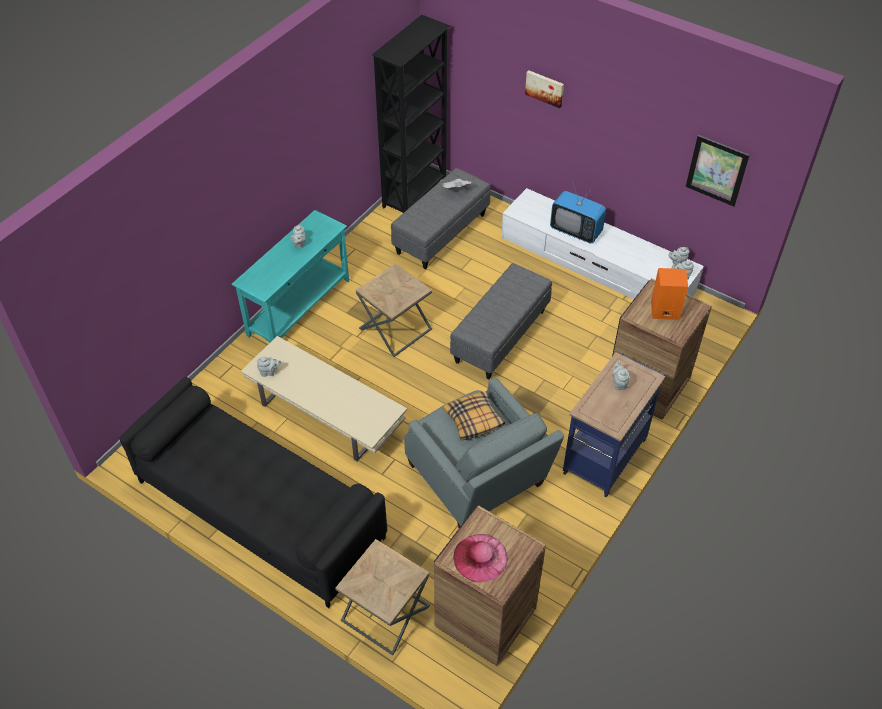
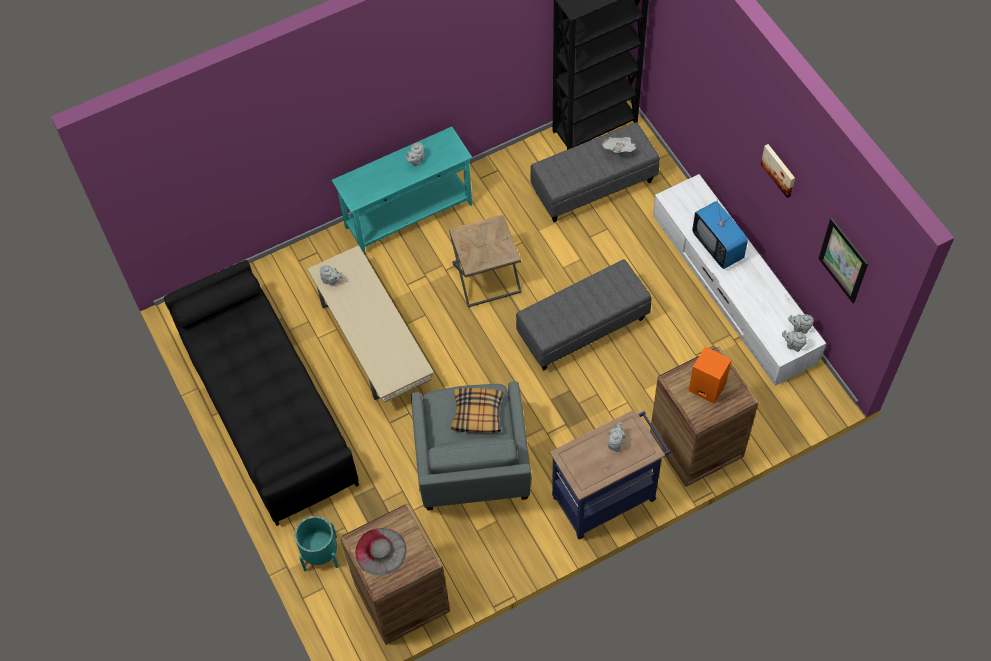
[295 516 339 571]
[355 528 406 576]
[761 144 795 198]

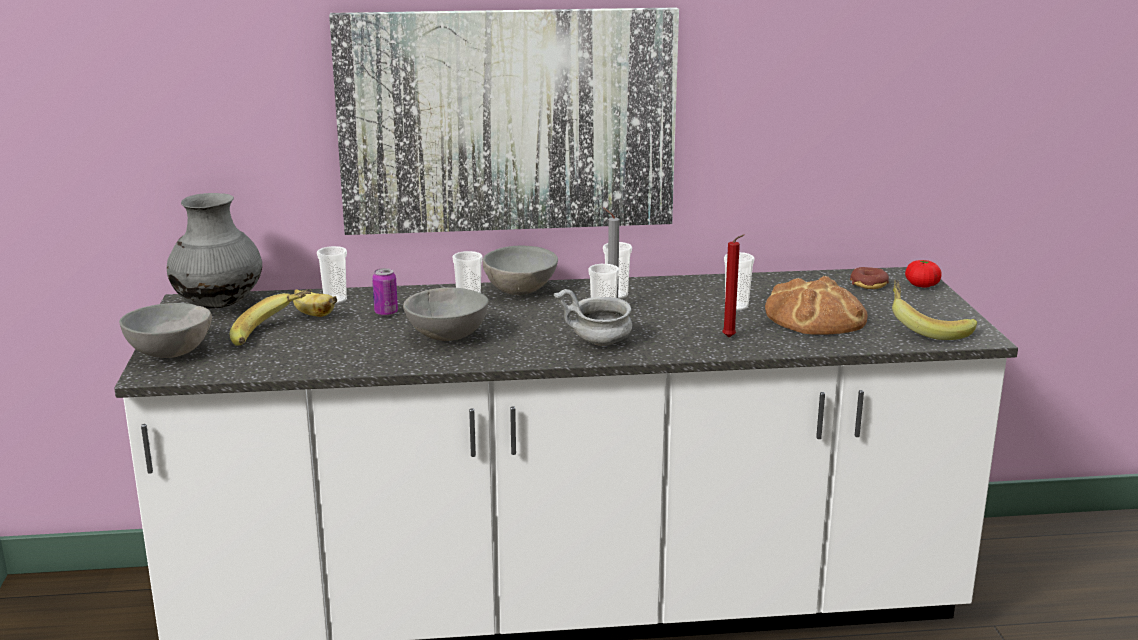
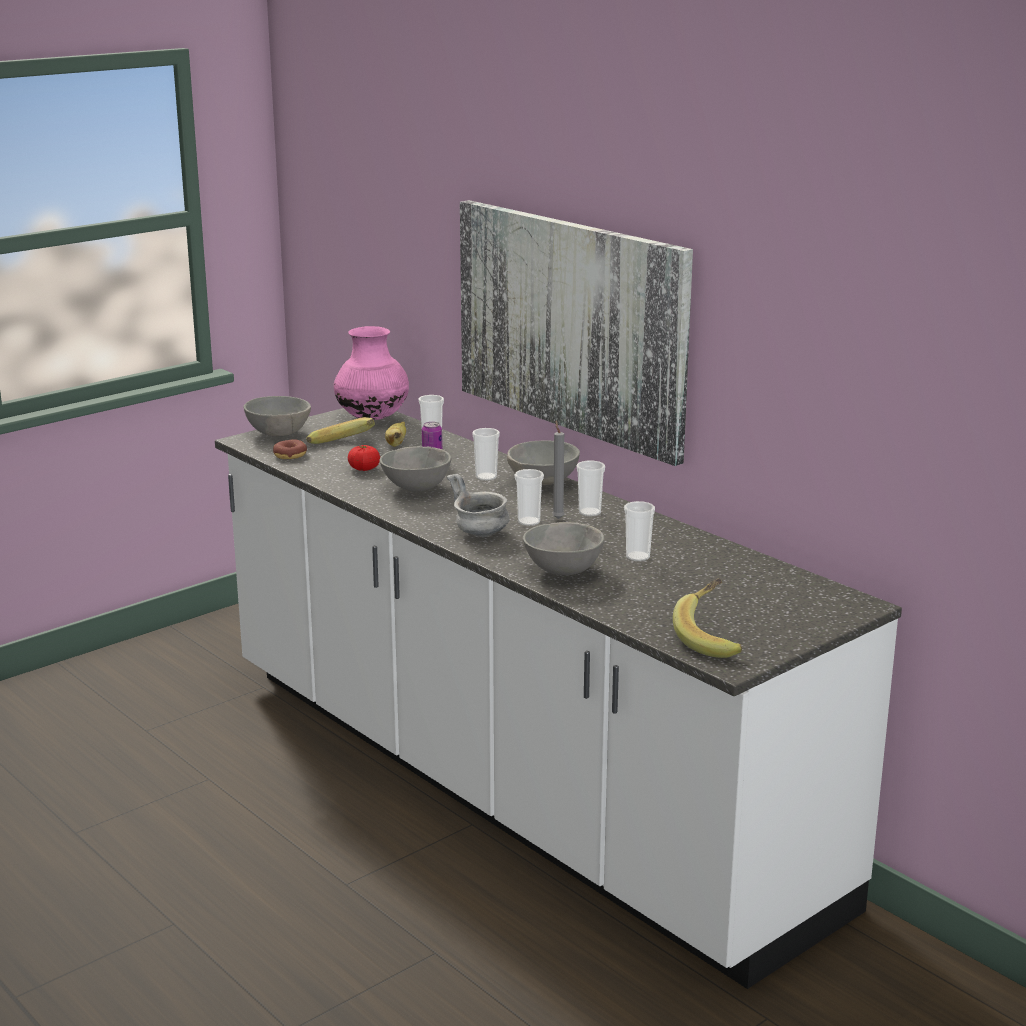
[273 439 307 459]
[334 326 409 420]
[348 445 380 471]
[523 522 605 576]
[765 276 868 335] (first image)

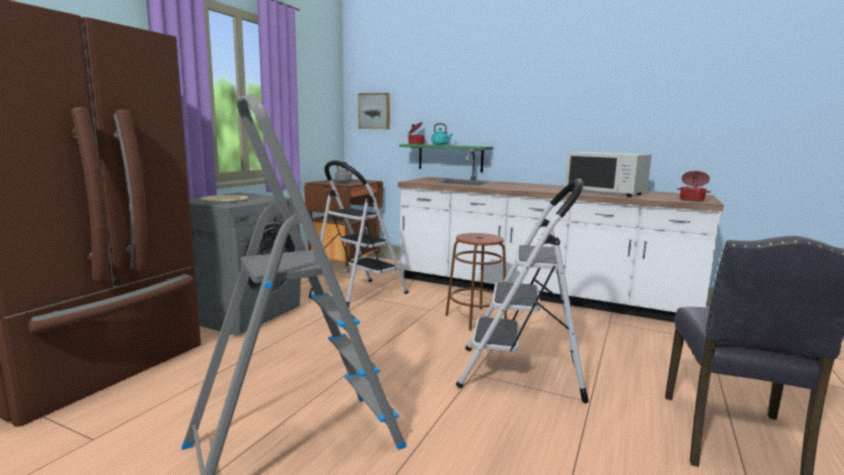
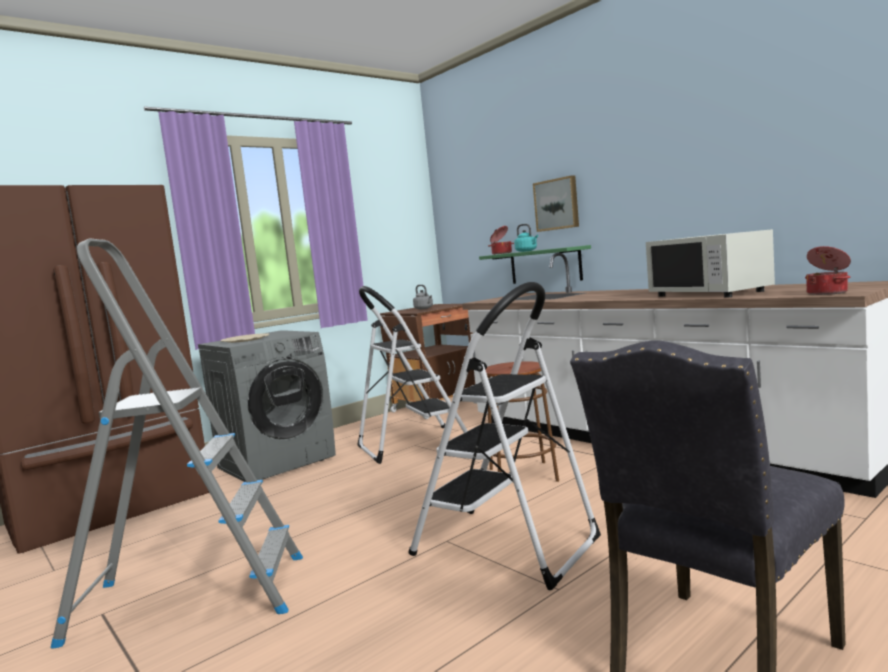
[533 175 579 232]

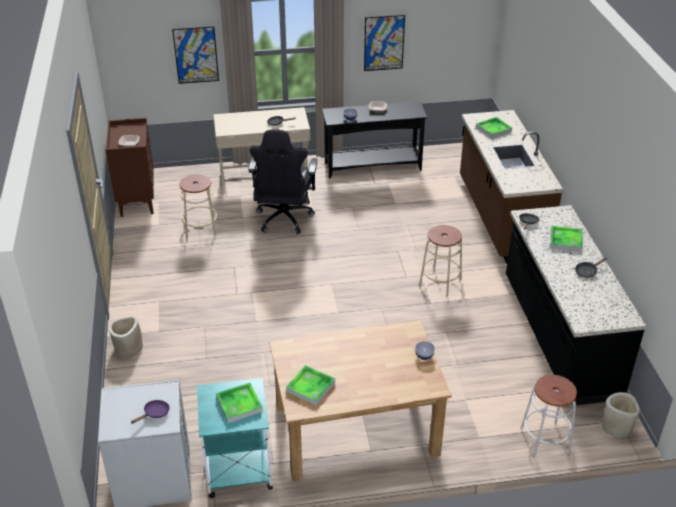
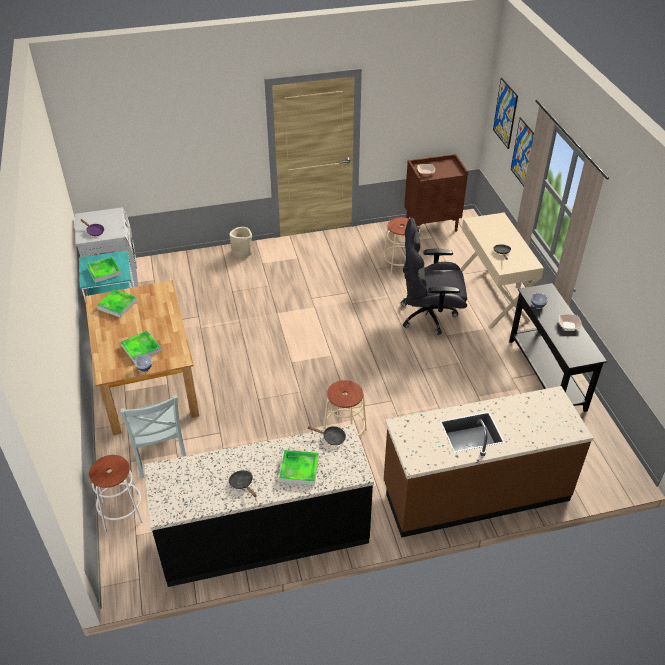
[120 395 186 478]
[121 331 161 363]
[493 78 518 149]
[602 392 640 438] (first image)

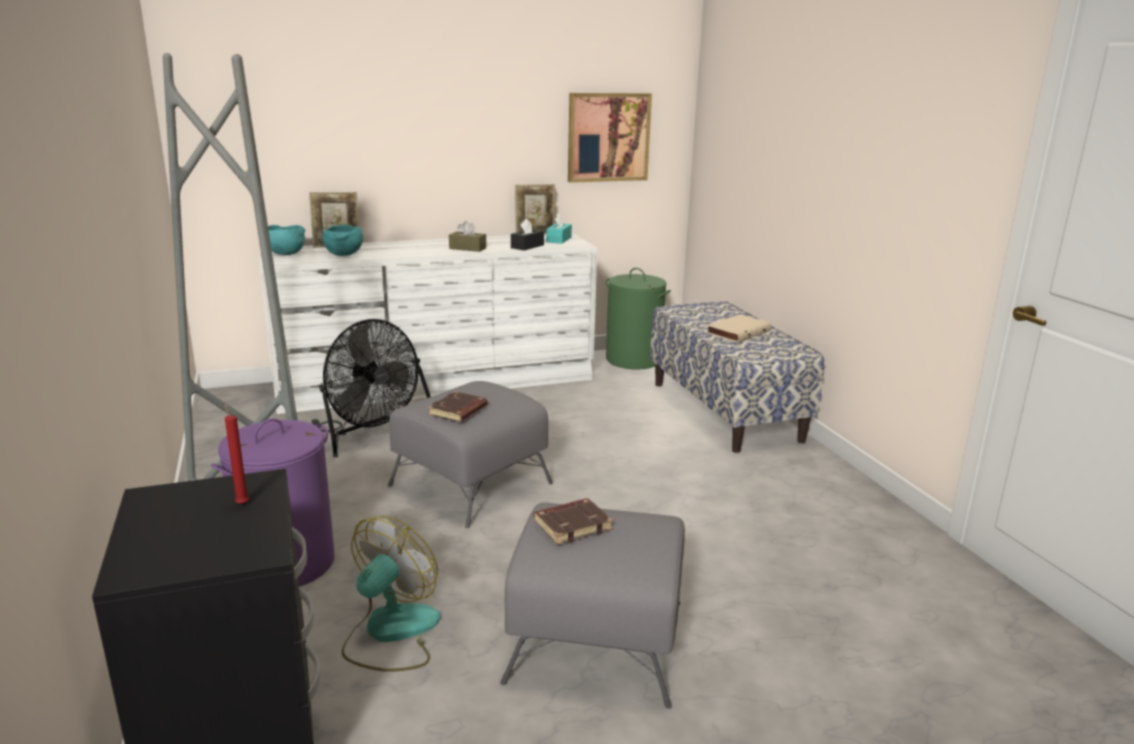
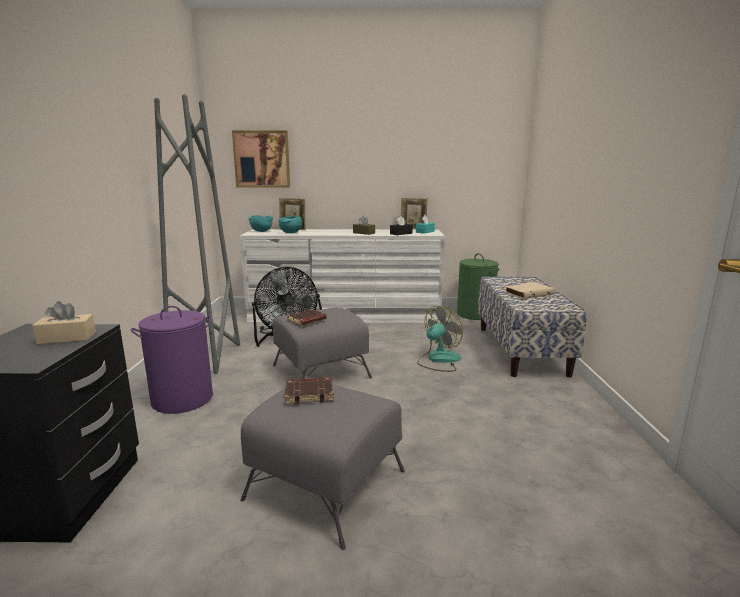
[32 301 96 344]
[232 131 290 188]
[417 306 463 372]

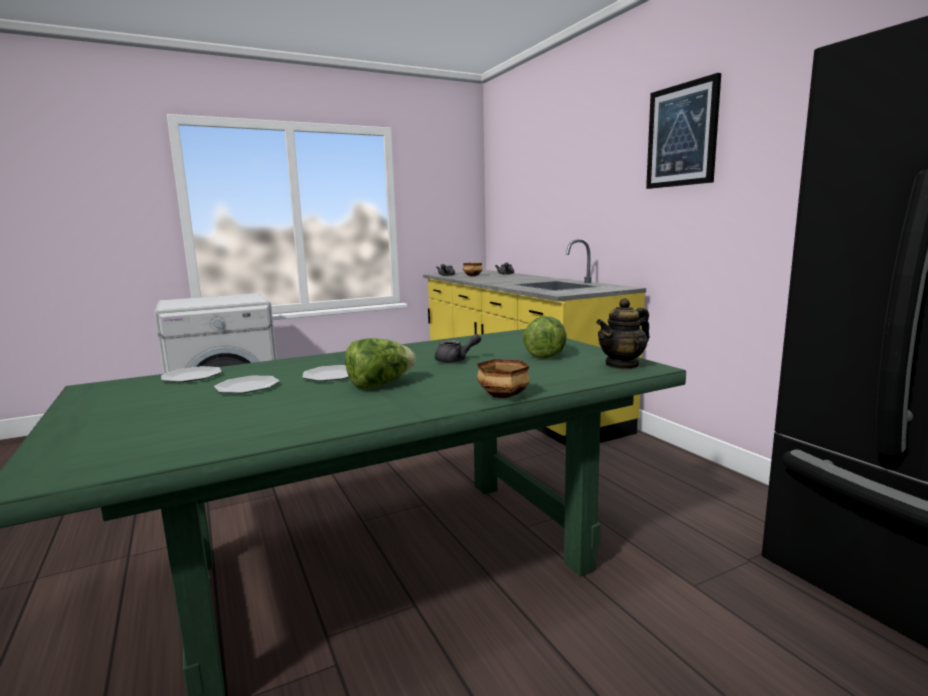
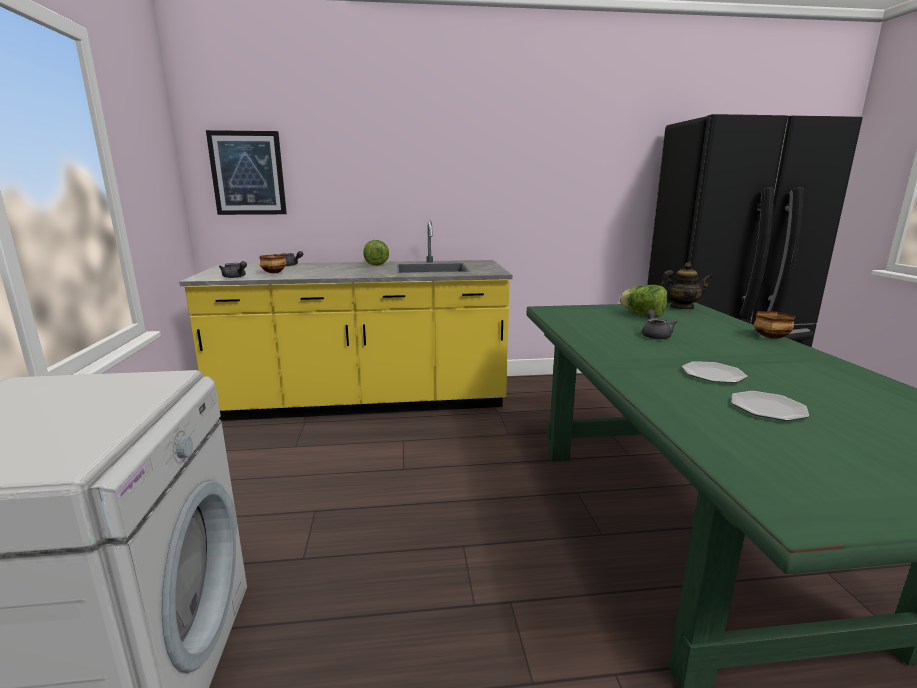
[206 130 287 215]
[363 240 389 266]
[661 262 712 309]
[161 366 222 382] (first image)

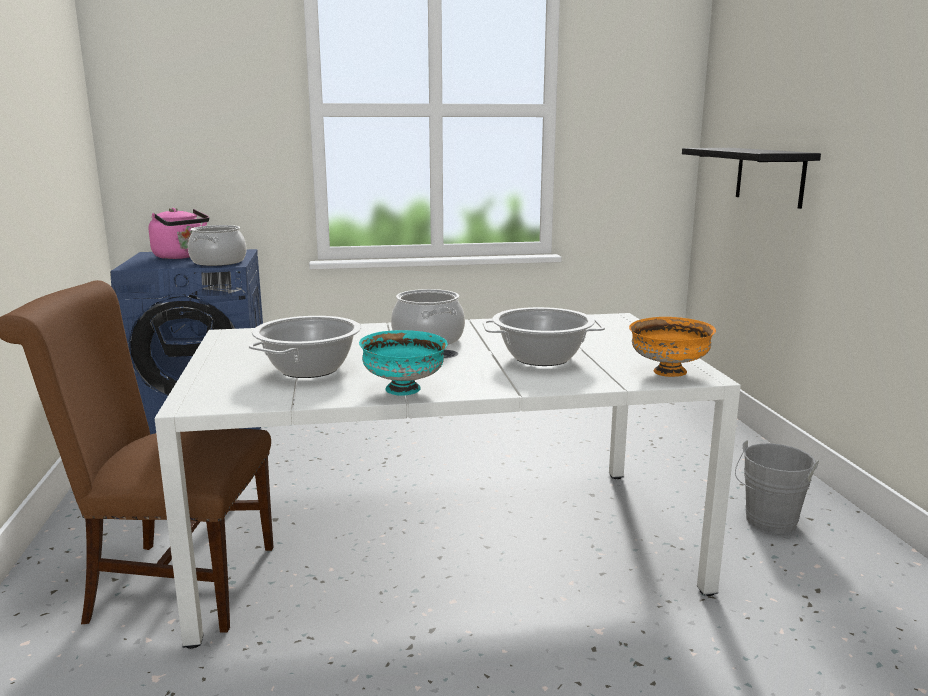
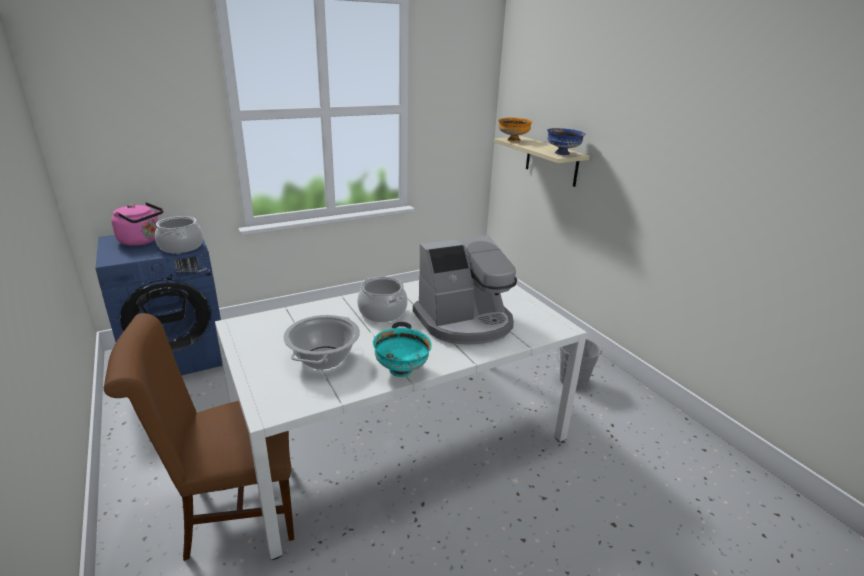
[413 235 517 345]
[494 136 590 187]
[498 118 533 142]
[547 128 585 155]

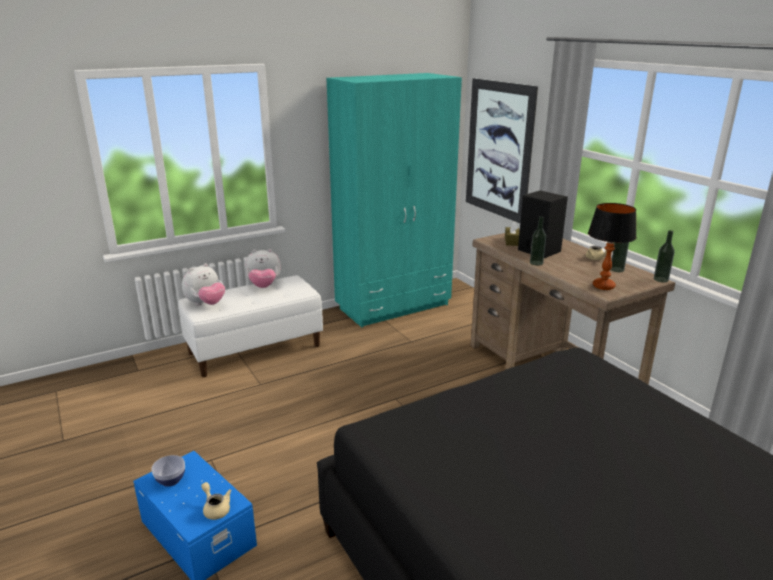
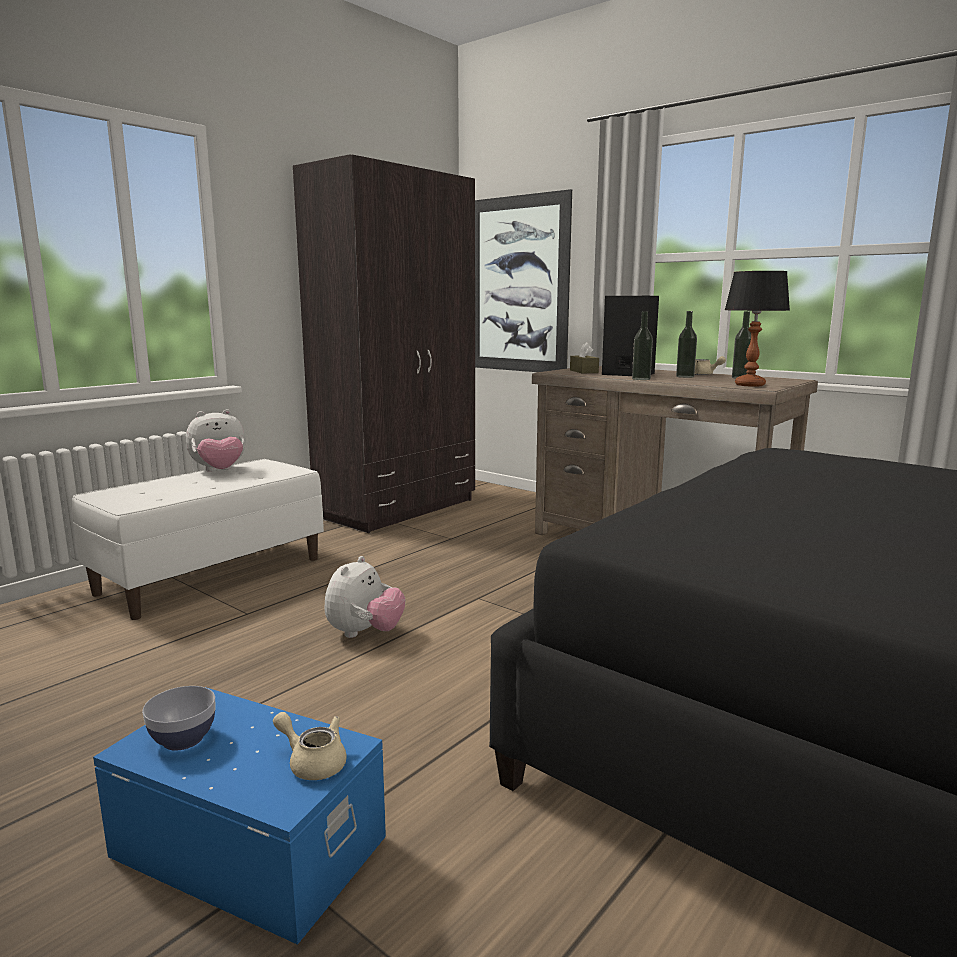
[293 154 475 533]
[324 556 405 638]
[676 311 697 378]

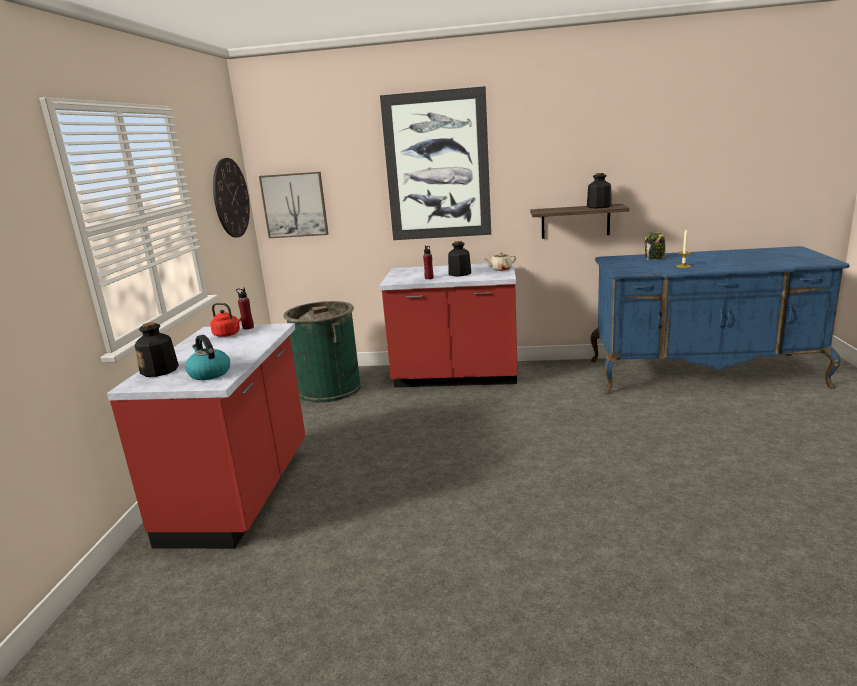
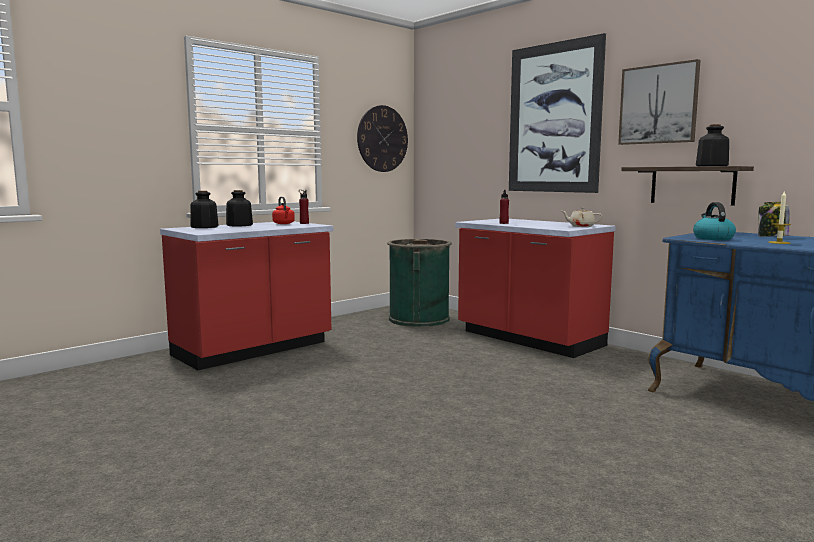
[226 190 253 226]
[618 59 701 145]
[693 202 736 240]

